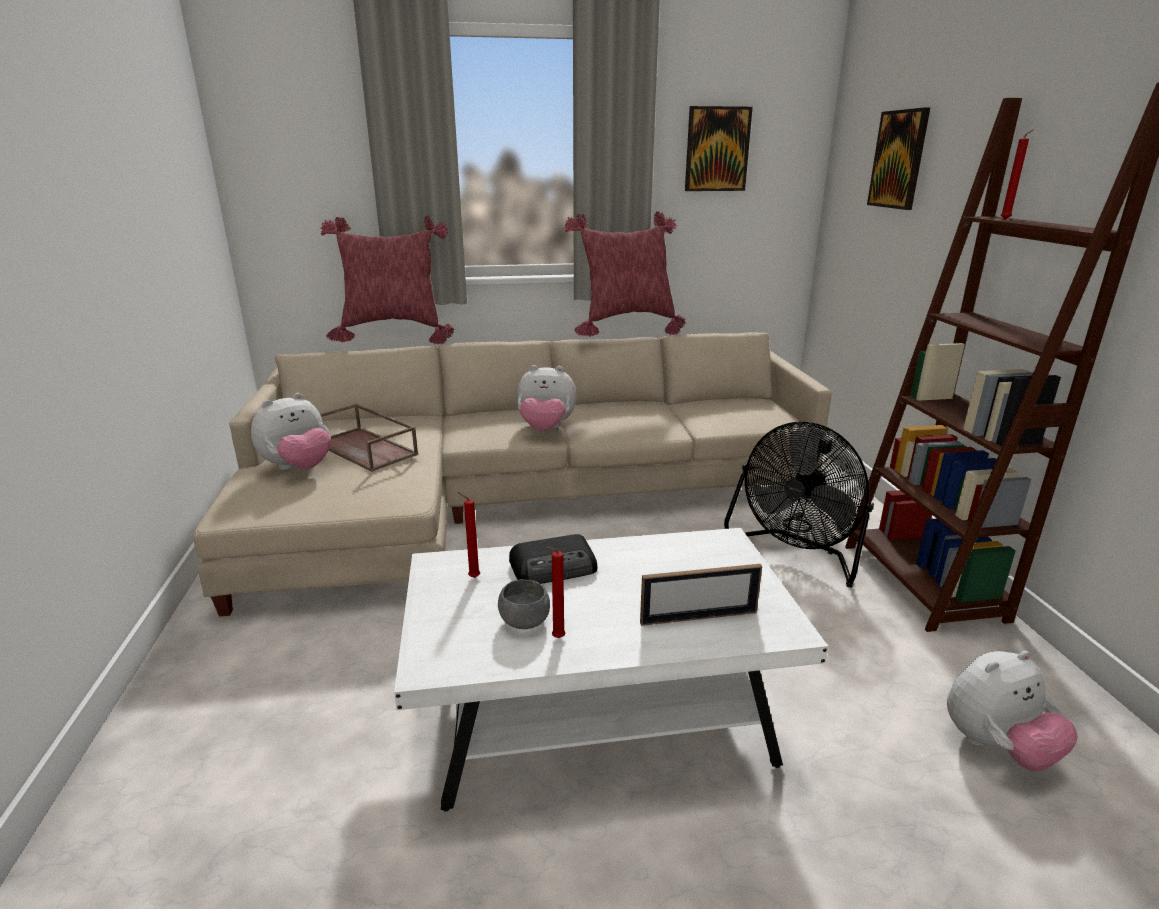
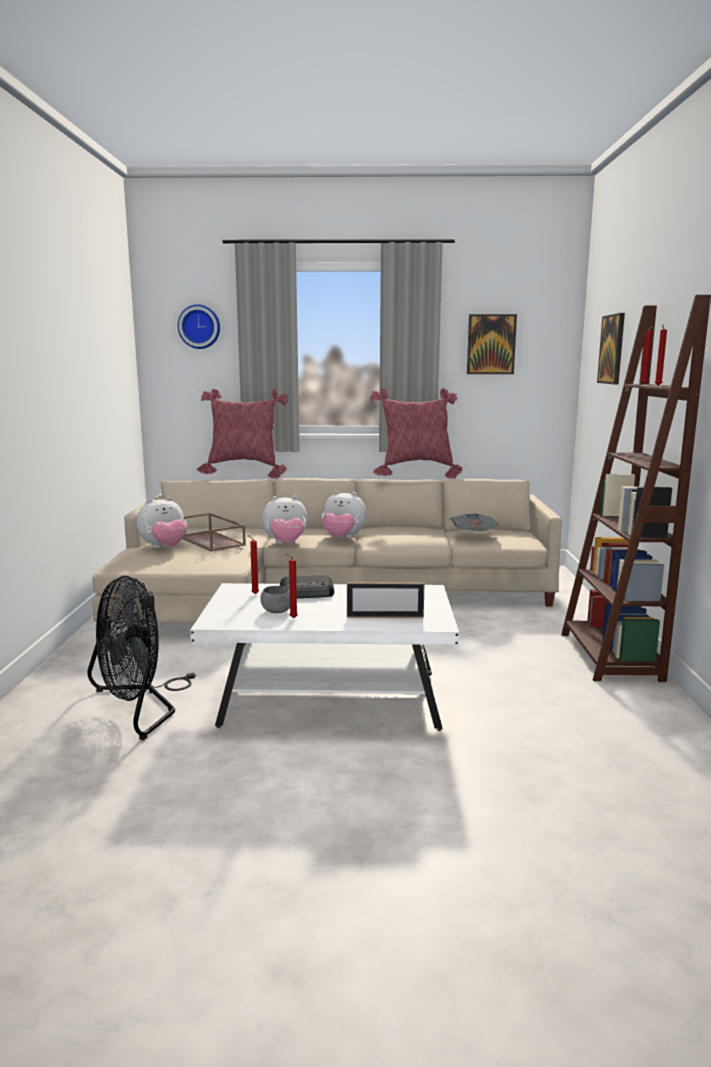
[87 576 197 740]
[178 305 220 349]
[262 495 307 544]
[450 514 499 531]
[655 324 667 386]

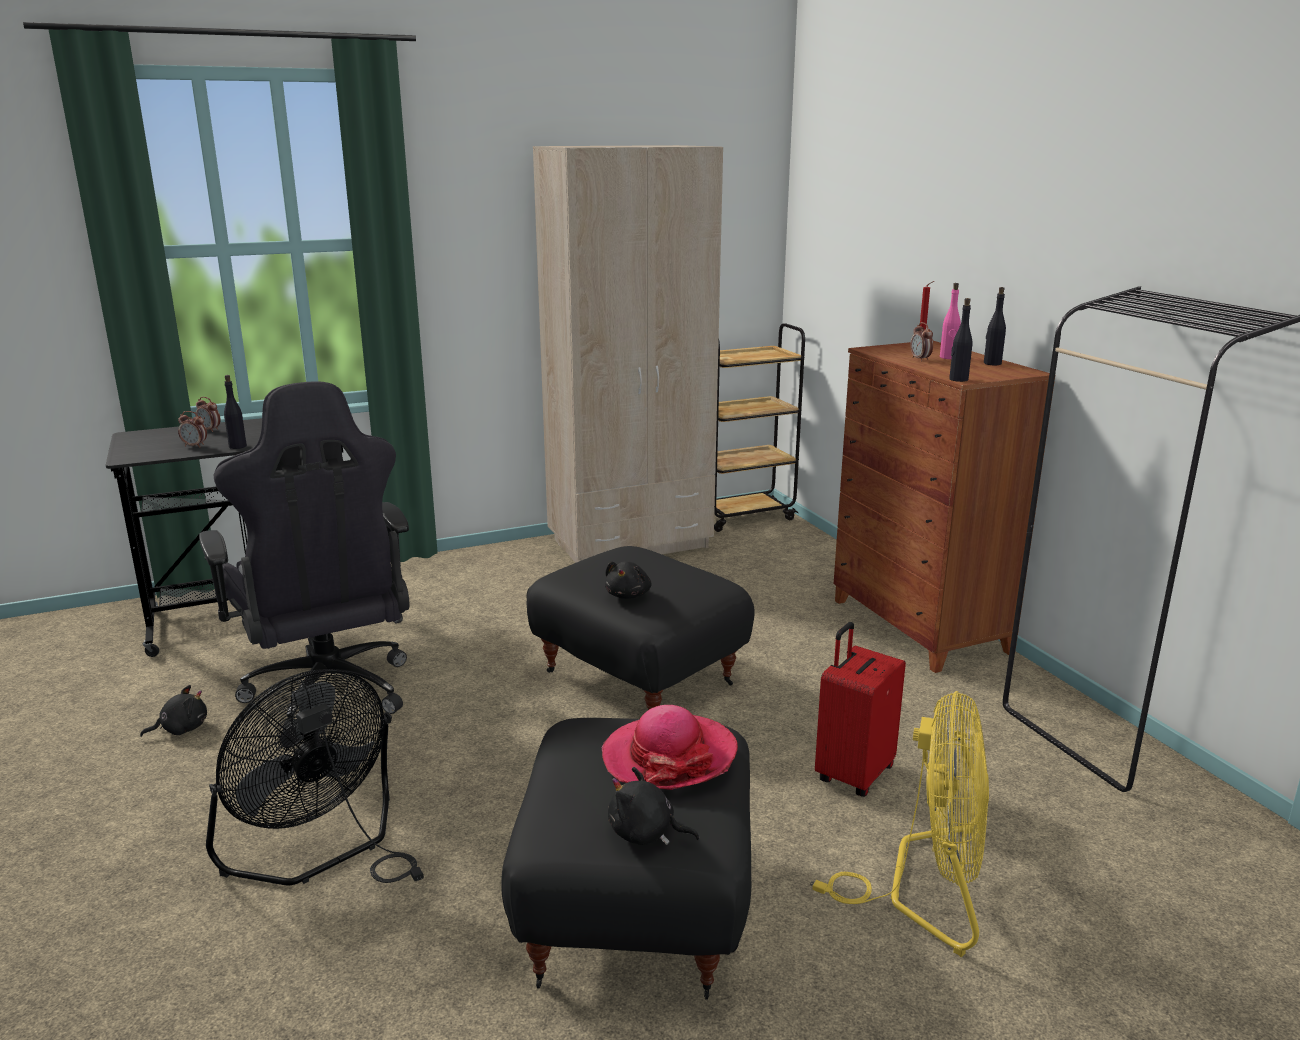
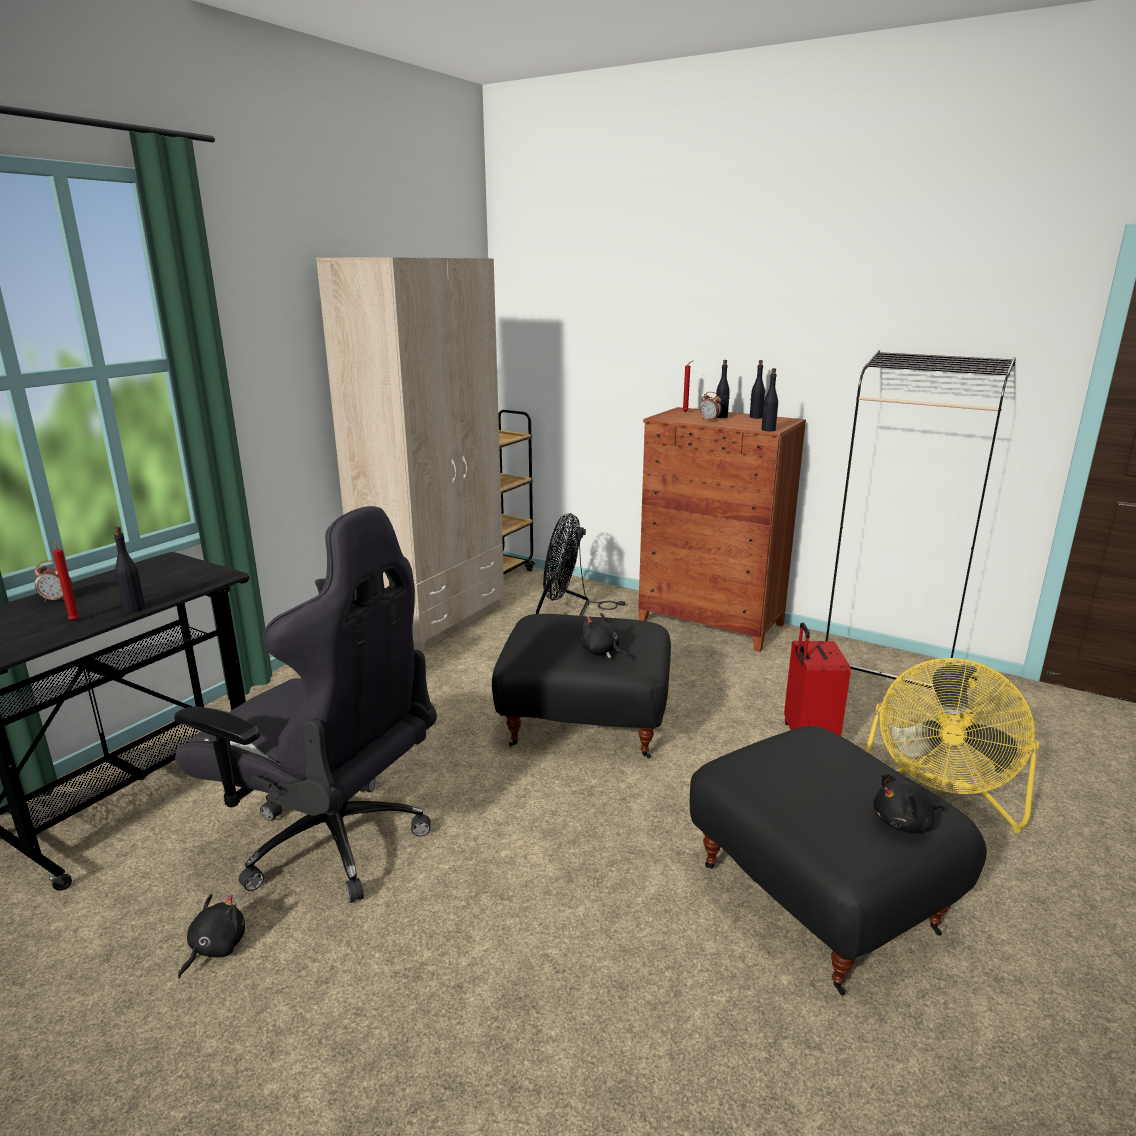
[53 540 79 621]
[536 513 627 616]
[581 613 629 659]
[716 360 730 418]
[865 658 1039 833]
[601 705 738 790] (first image)

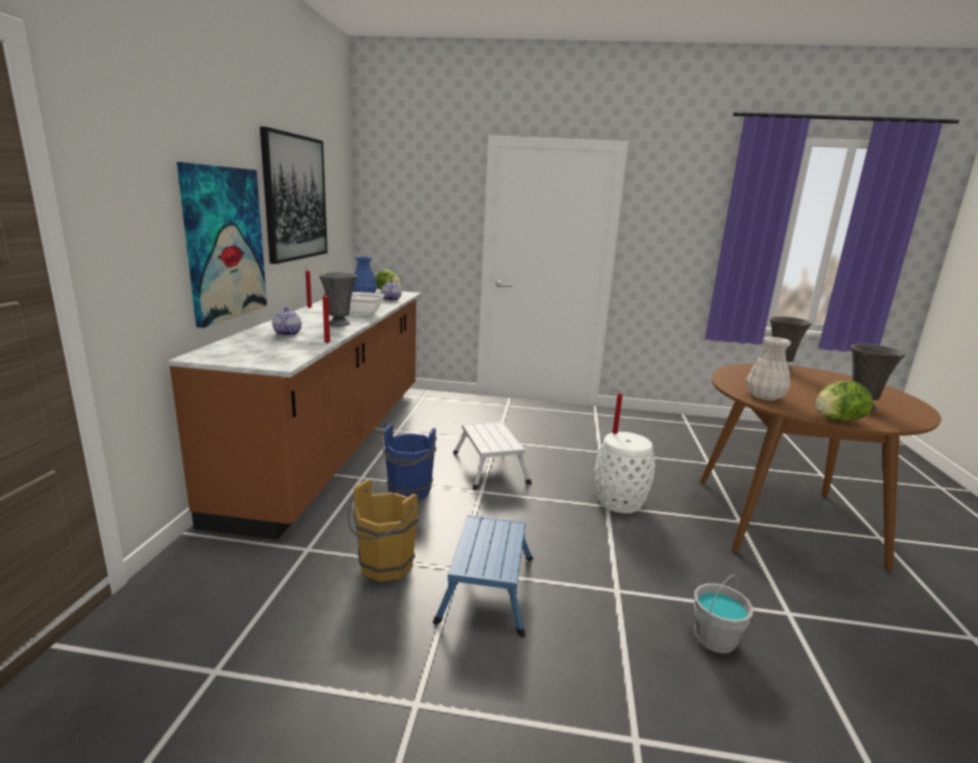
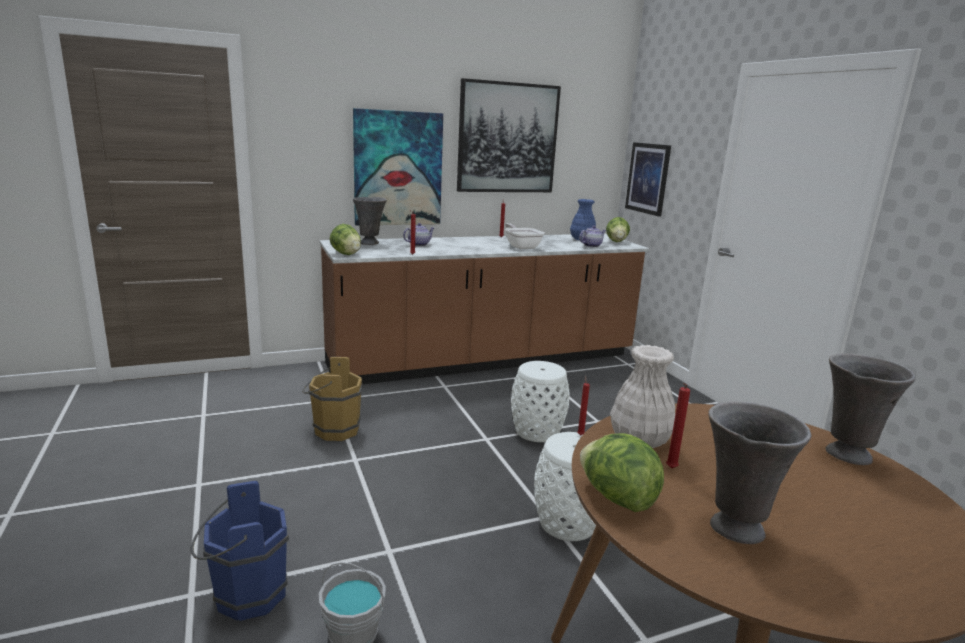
[191 481 289 621]
[330 224 361 255]
[353 197 387 245]
[511 361 570 442]
[625 142 671 217]
[666 383 690 468]
[433 515 533 638] (first image)

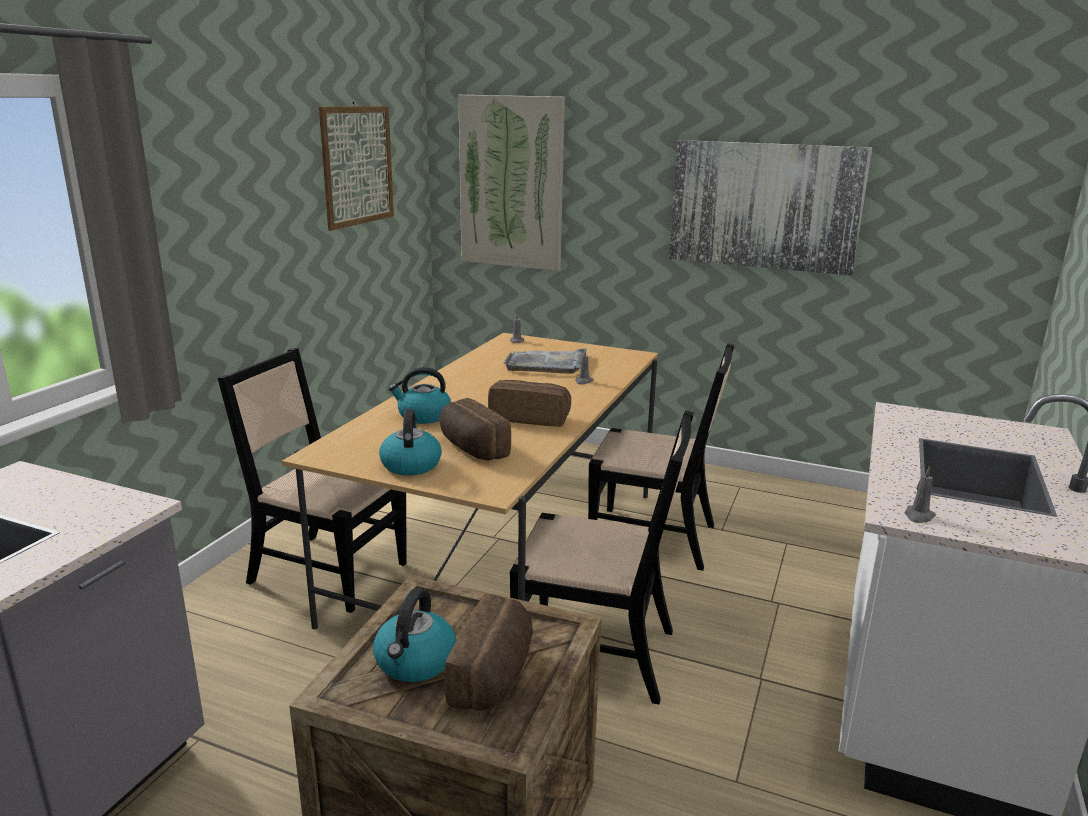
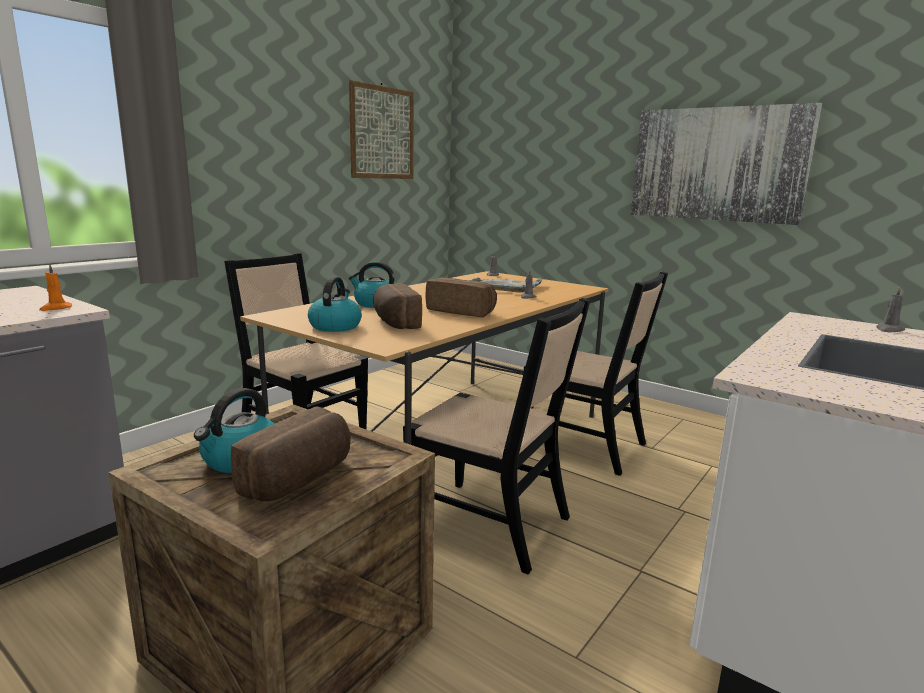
[39 263 72 311]
[876 286 905 333]
[458 95 565 271] (first image)

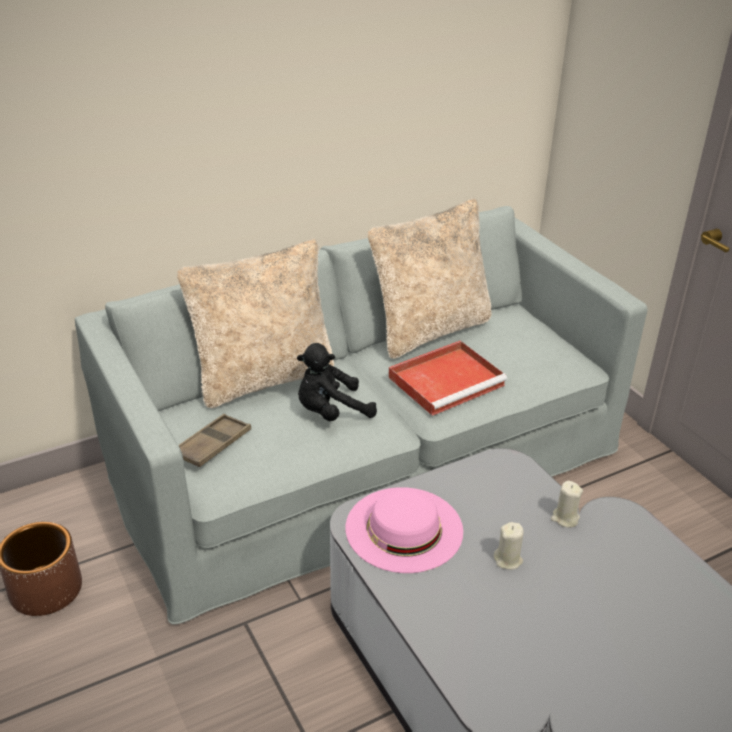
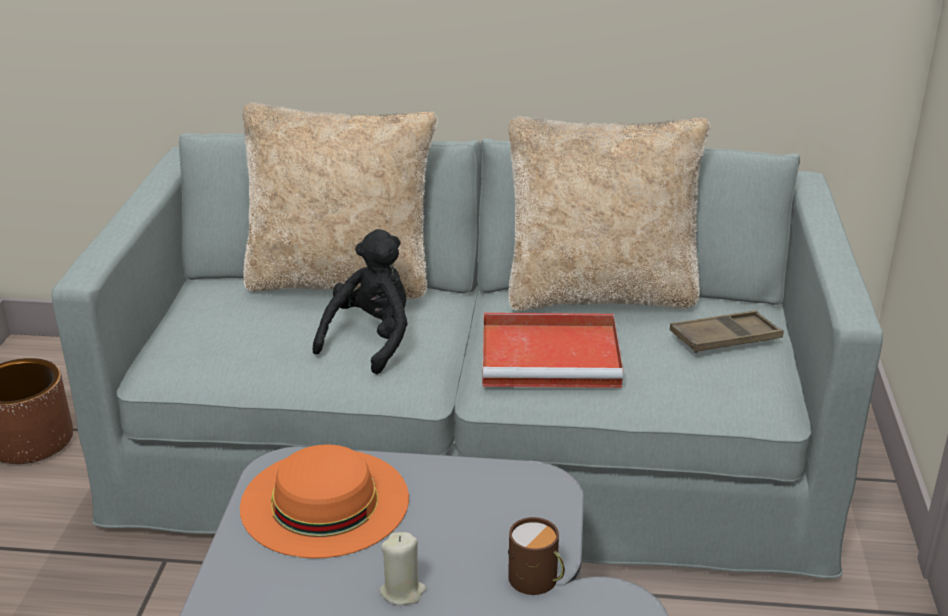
[240 445 409 559]
[313 229 408 374]
[508 517 565 595]
[670 311 784 353]

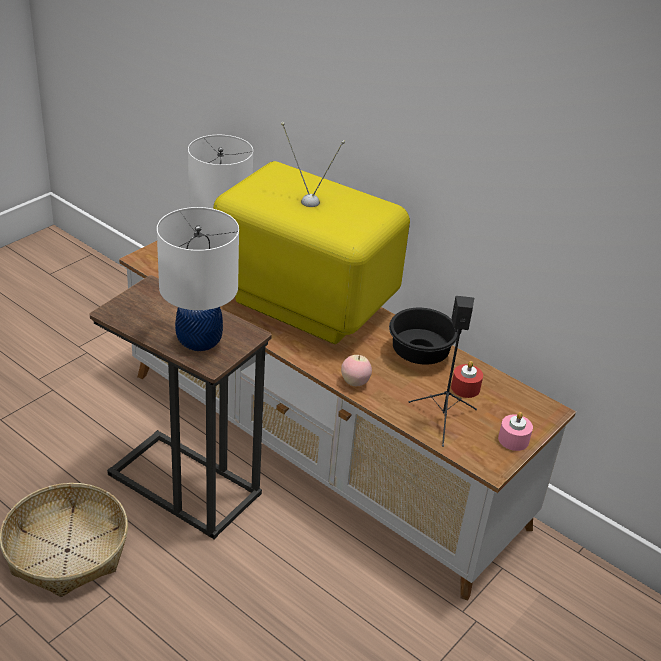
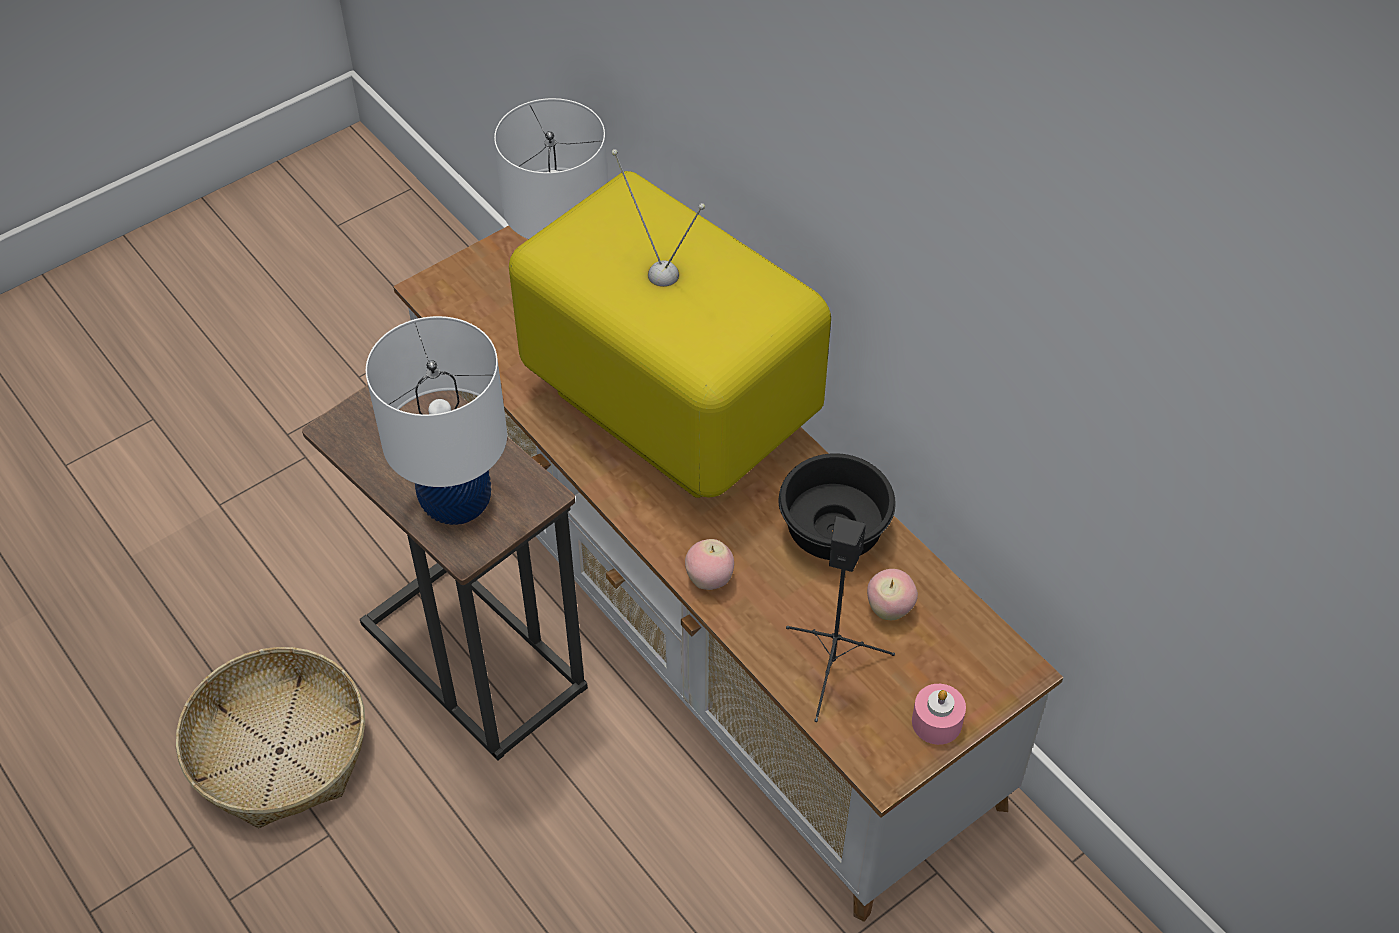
[867 569 918 620]

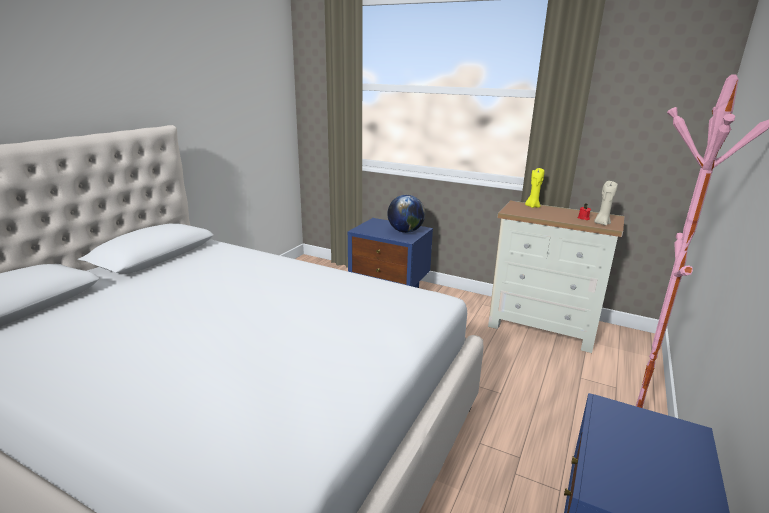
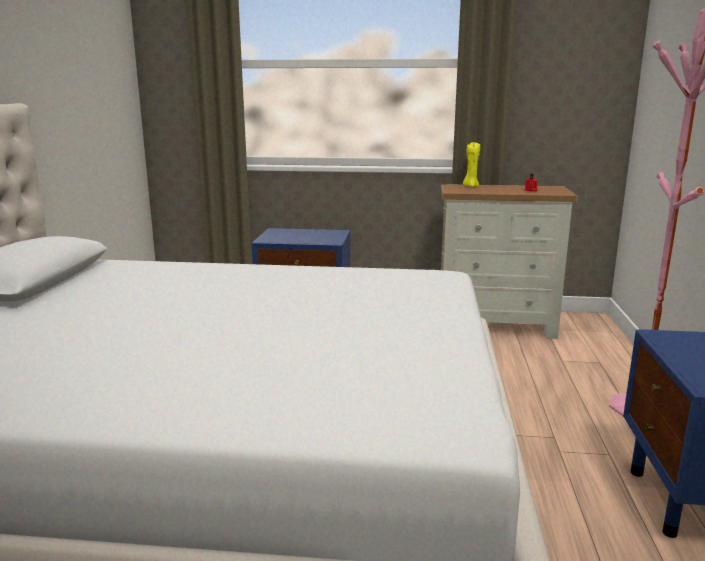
[387 195 425 233] (first image)
[594 181 618 225] (first image)

